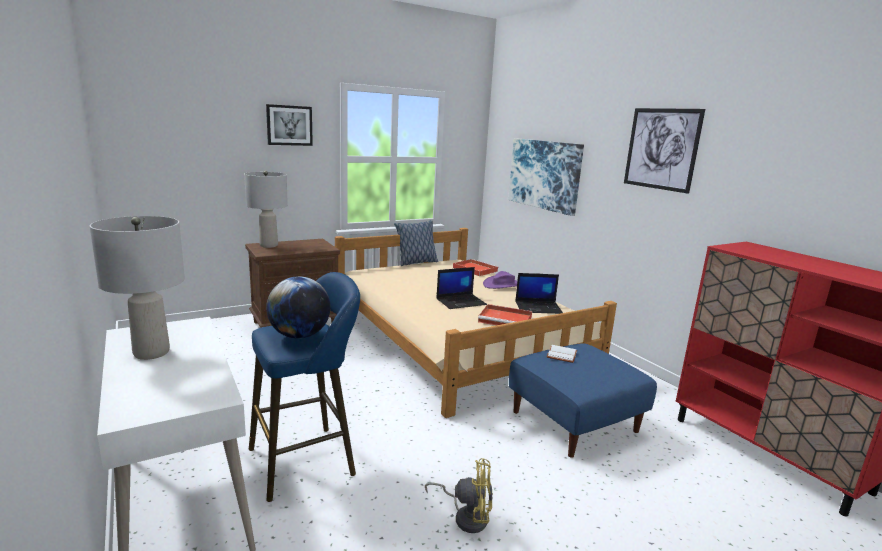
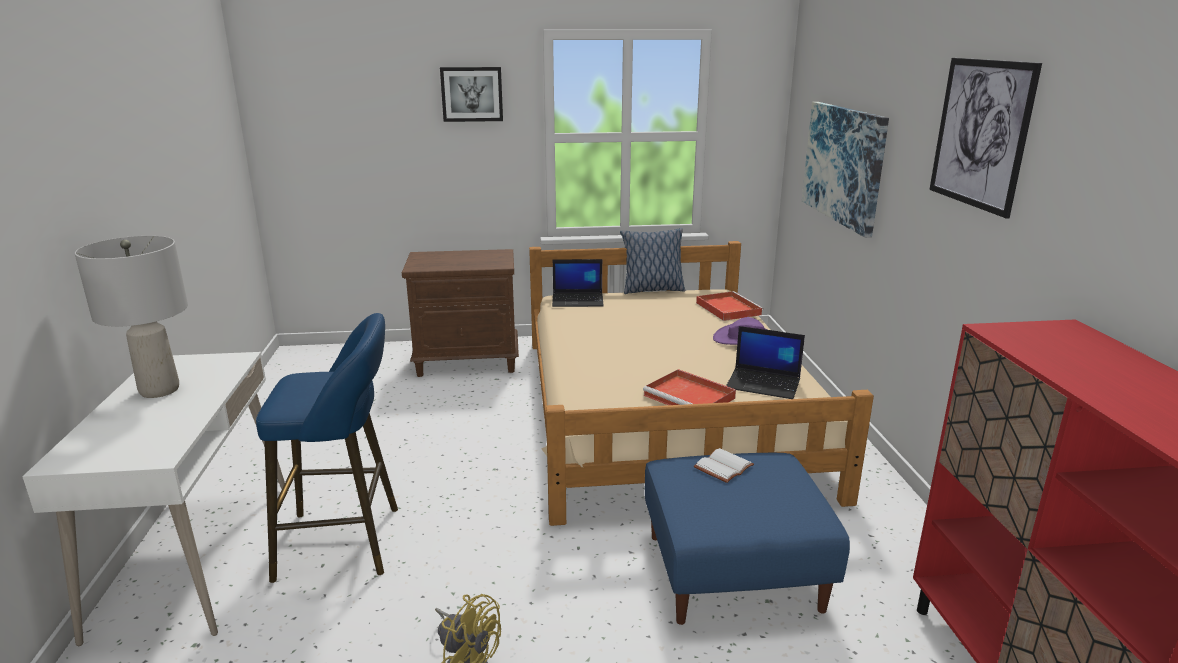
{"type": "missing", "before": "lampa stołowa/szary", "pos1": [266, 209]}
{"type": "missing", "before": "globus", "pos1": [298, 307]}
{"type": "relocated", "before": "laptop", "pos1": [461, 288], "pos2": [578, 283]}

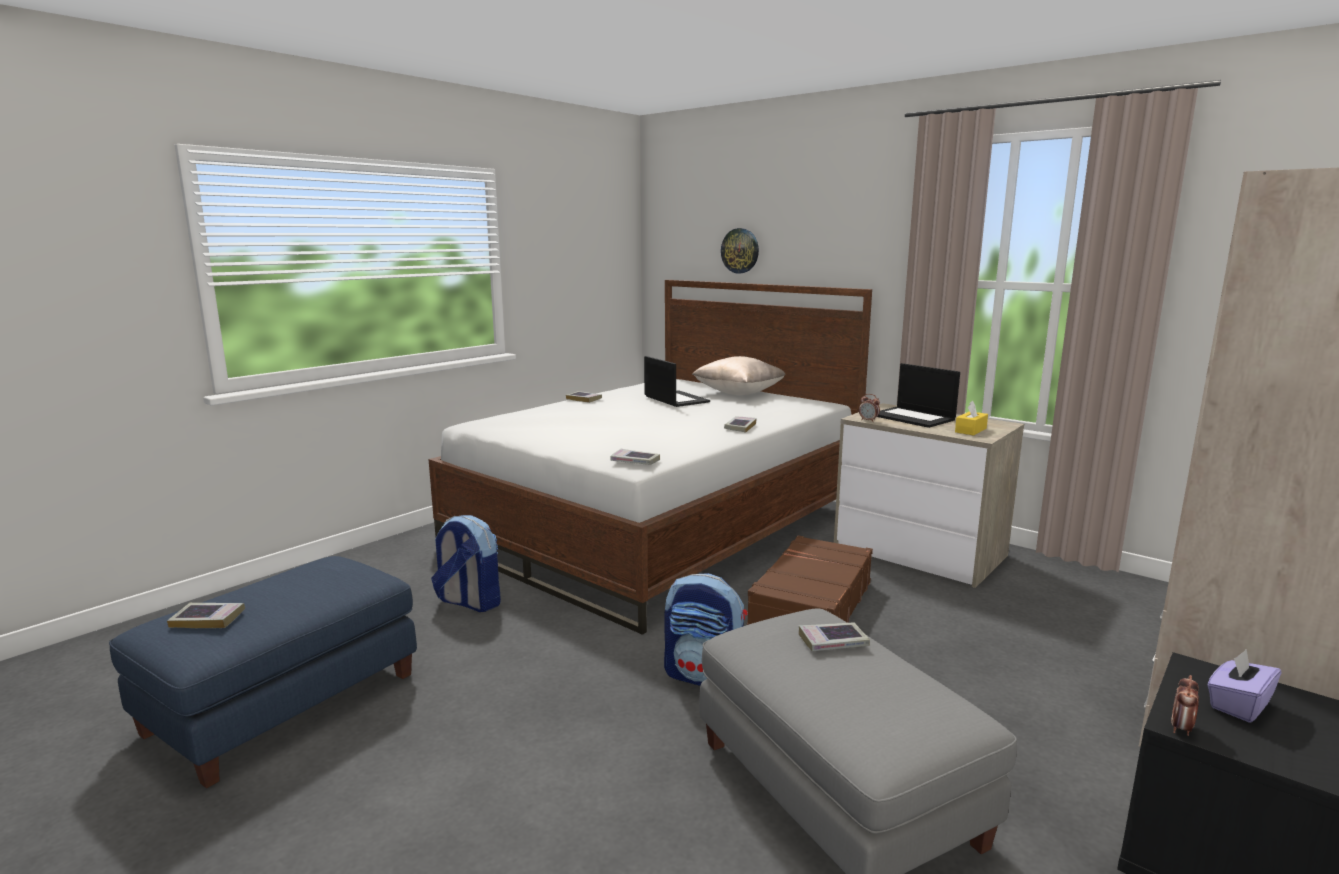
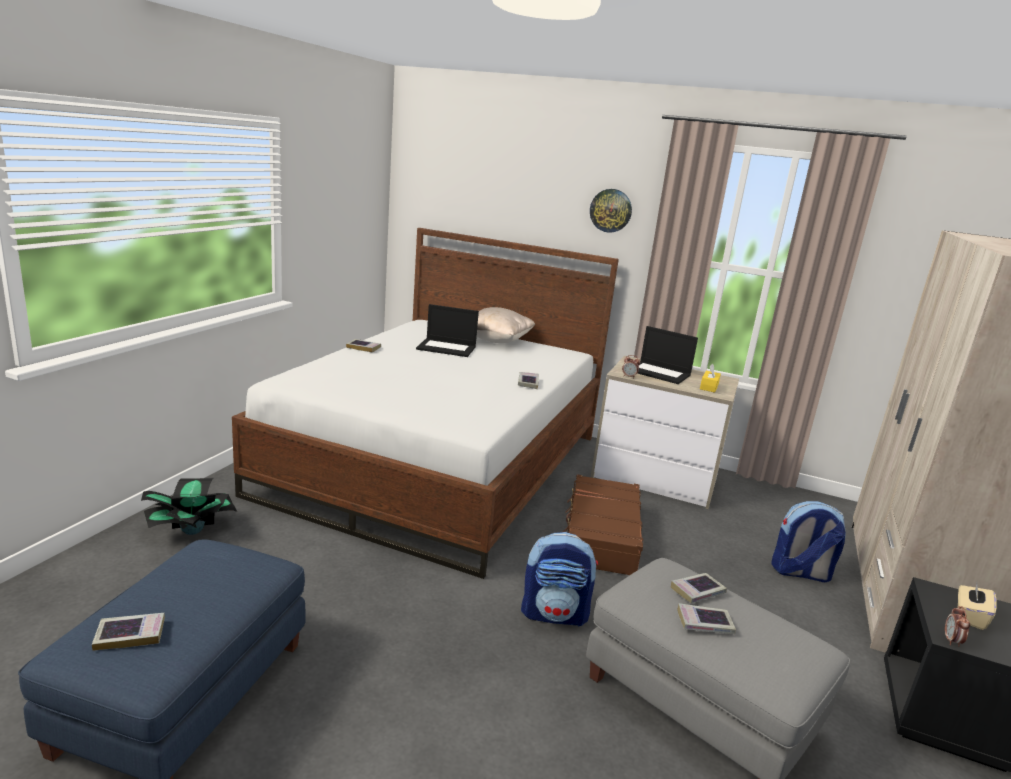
{"type": "appeared", "after": "roślina doniczkowa", "pos2": [189, 506]}
{"type": "relocated", "before": "plecak", "pos1": [466, 563], "pos2": [808, 541]}
{"type": "relocated", "before": "książka", "pos1": [635, 457], "pos2": [706, 618]}
{"type": "relocated", "before": "zegar ścienny", "pos1": [740, 250], "pos2": [611, 211]}
{"type": "colour", "before": "pudełko chusteczek/fioletowy", "after": "pudełko chusteczek/beżowy", "pos1": [1244, 686], "pos2": [977, 607]}
{"type": "spun", "before": "laptop", "pos1": [677, 381], "pos2": [447, 330], "turn": 150}

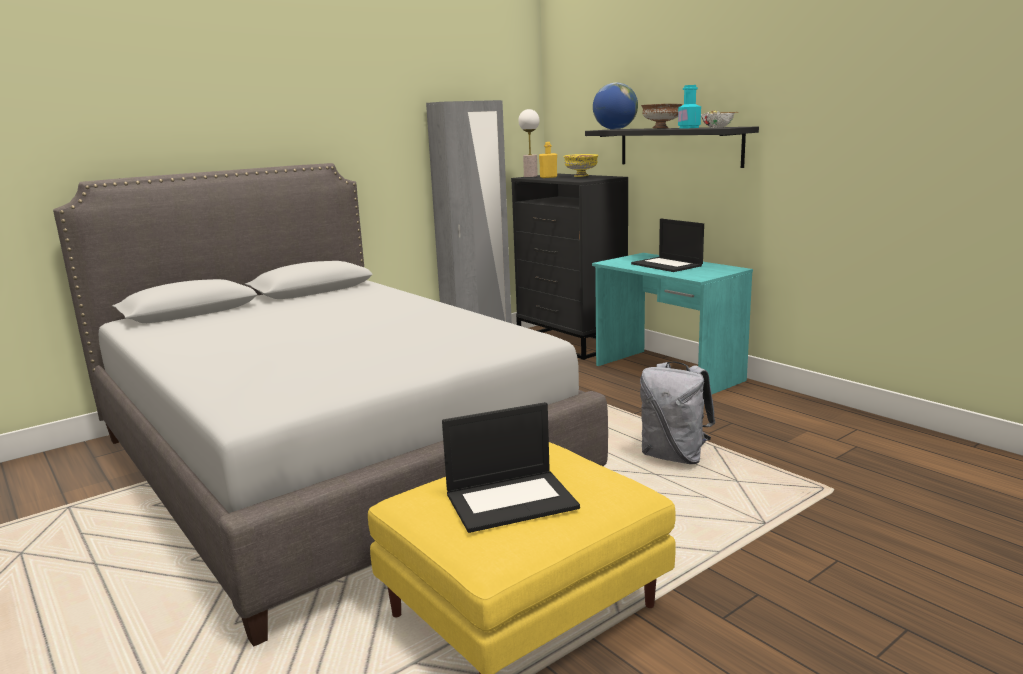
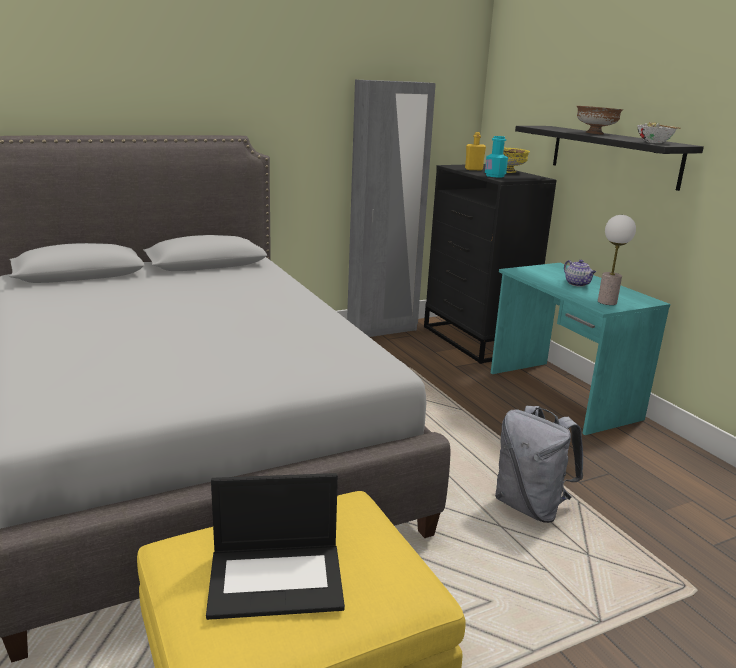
{"type": "missing", "before": "globus", "pos1": [615, 106]}
{"type": "relocated", "before": "lampa stołowa", "pos1": [529, 143], "pos2": [617, 260]}
{"type": "relocated", "before": "butelka/turkusowy", "pos1": [689, 107], "pos2": [496, 156]}
{"type": "exchanged", "before": "laptop", "after": "imbryk", "pos1": [667, 245], "pos2": [580, 273]}

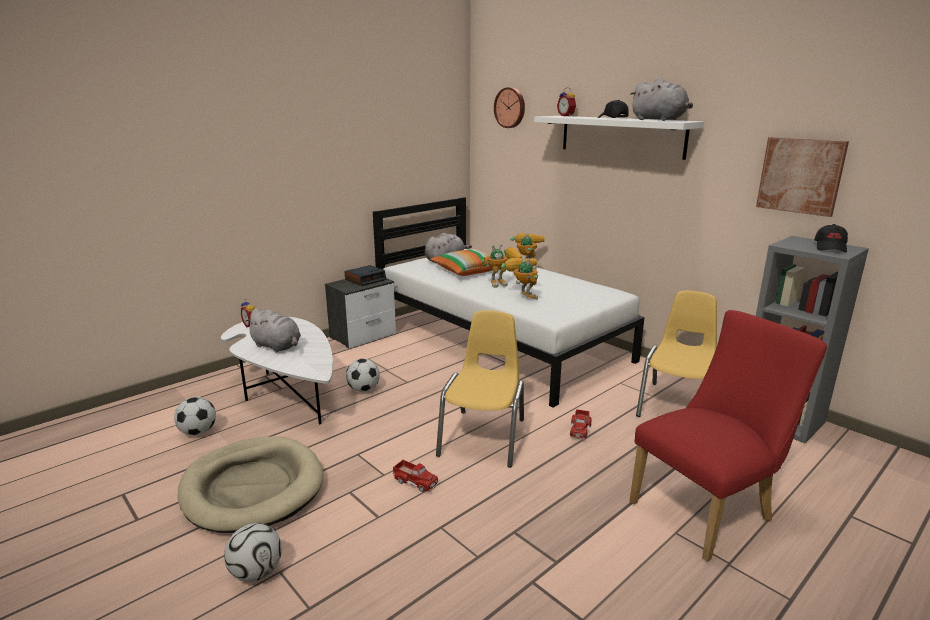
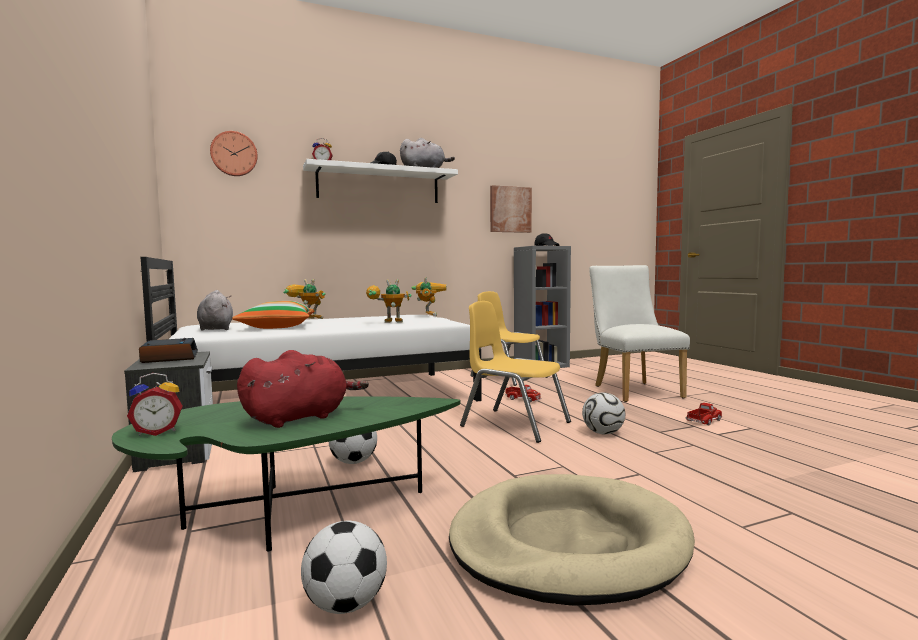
{"type": "relocated", "before": "piłka futbolowa", "pos1": [253, 552], "pos2": [603, 413]}
{"type": "relocated", "before": "ciężarówka zabawkowa", "pos1": [416, 476], "pos2": [704, 414]}
{"type": "relocated", "before": "robot zabawkowy", "pos1": [502, 266], "pos2": [429, 296]}
{"type": "colour", "before": "ława/biały", "after": "ława/zielony", "pos1": [277, 370], "pos2": [286, 474]}
{"type": "colour", "before": "pluszak/szary", "after": "pluszak/czerwony", "pos1": [273, 330], "pos2": [303, 389]}
{"type": "colour", "before": "krzesło/czerwony", "after": "krzesło/biały", "pos1": [728, 436], "pos2": [639, 333]}

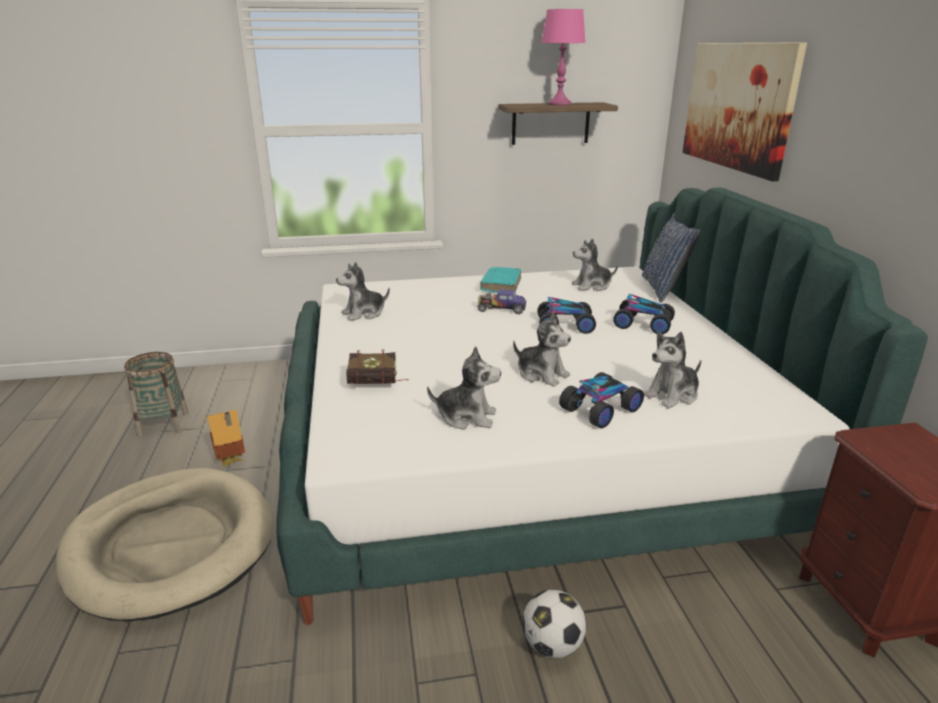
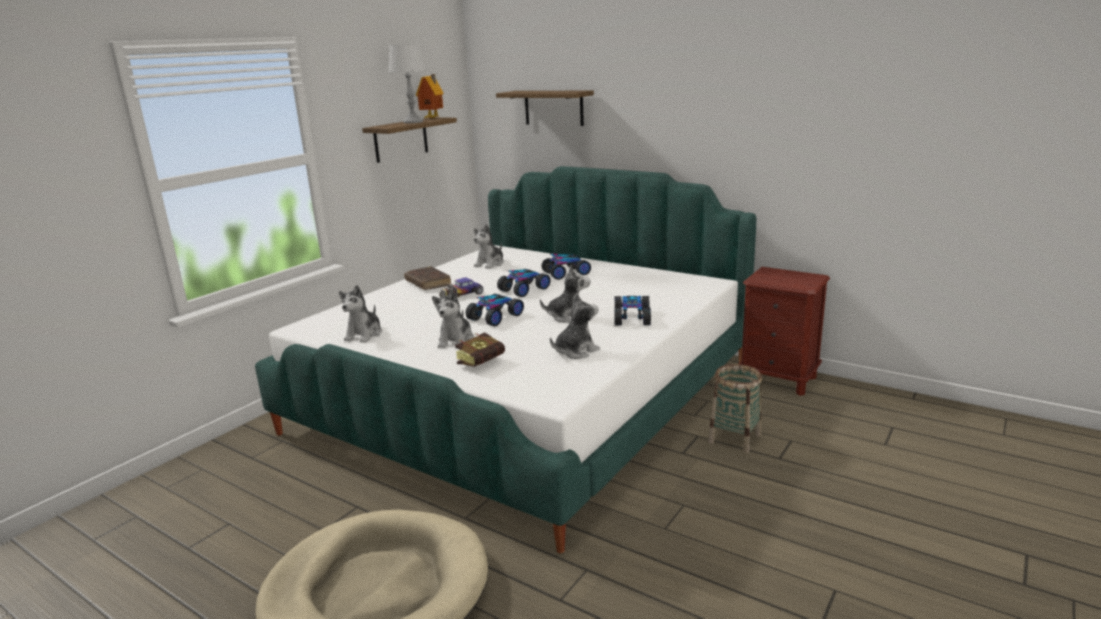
{"type": "missing", "before": "piłka futbolowa", "pos1": [554, 624]}
{"type": "missing", "before": "poduszka/niebieski", "pos1": [671, 258]}
{"type": "appeared", "after": "samochodzik", "pos2": [495, 310]}
{"type": "relocated", "before": "koszyk", "pos1": [156, 394], "pos2": [735, 408]}
{"type": "relocated", "before": "domek", "pos1": [226, 438], "pos2": [430, 96]}
{"type": "relocated", "before": "pluszak", "pos1": [672, 370], "pos2": [453, 319]}
{"type": "exchanged", "before": "obraz", "after": "półka", "pos1": [744, 111], "pos2": [545, 108]}
{"type": "colour", "before": "książka/turkusowy", "after": "książka/brązowy", "pos1": [500, 280], "pos2": [427, 278]}
{"type": "colour", "before": "lampa stołowa/różowy", "after": "lampa stołowa/szary", "pos1": [563, 57], "pos2": [408, 83]}

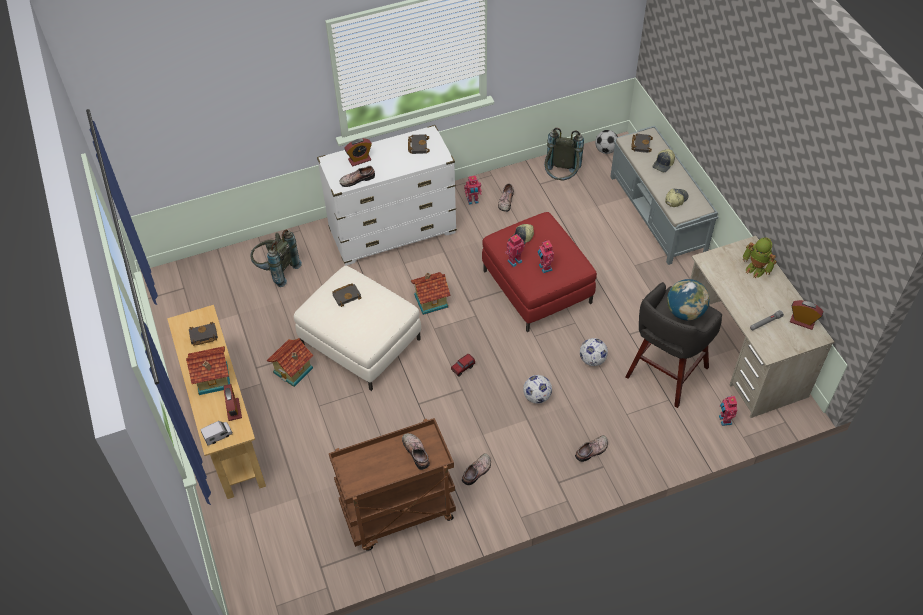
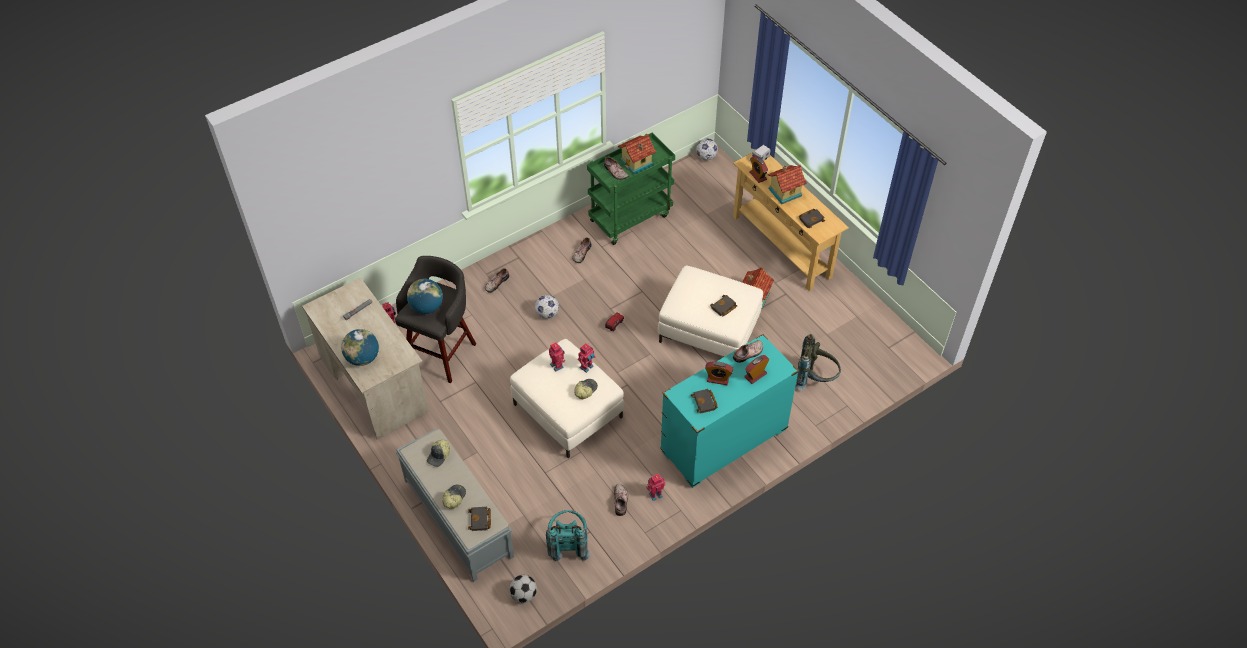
{"type": "relocated", "before": "domek", "pos1": [431, 293], "pos2": [637, 154]}
{"type": "relocated", "before": "piłka futbolowa", "pos1": [594, 352], "pos2": [707, 149]}
{"type": "relocated", "before": "budzik", "pos1": [806, 315], "pos2": [719, 373]}
{"type": "exchanged", "before": "robot zabawkowy", "after": "globus", "pos1": [760, 257], "pos2": [360, 347]}
{"type": "colour", "before": "komoda/biały", "after": "komoda/turkusowy", "pos1": [387, 195], "pos2": [729, 411]}
{"type": "colour", "before": "wózek/brązowy", "after": "wózek/zielony", "pos1": [392, 484], "pos2": [631, 189]}
{"type": "colour", "before": "pufa/czerwony", "after": "pufa/biały", "pos1": [539, 272], "pos2": [567, 398]}
{"type": "colour", "before": "plecak/szary", "after": "plecak/turkusowy", "pos1": [564, 154], "pos2": [568, 535]}

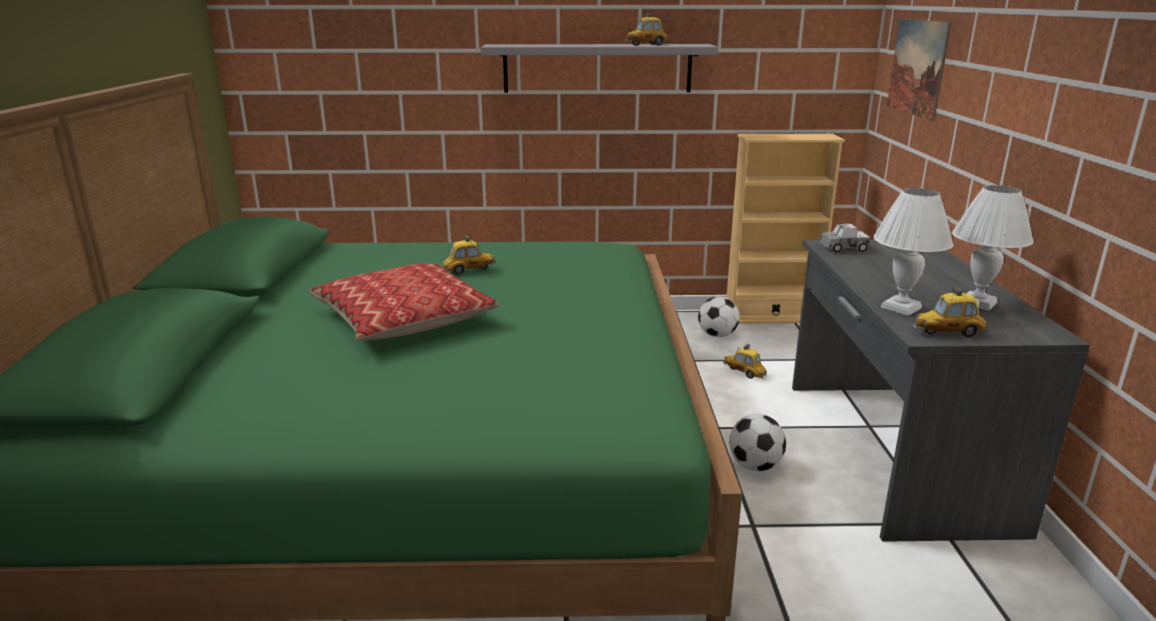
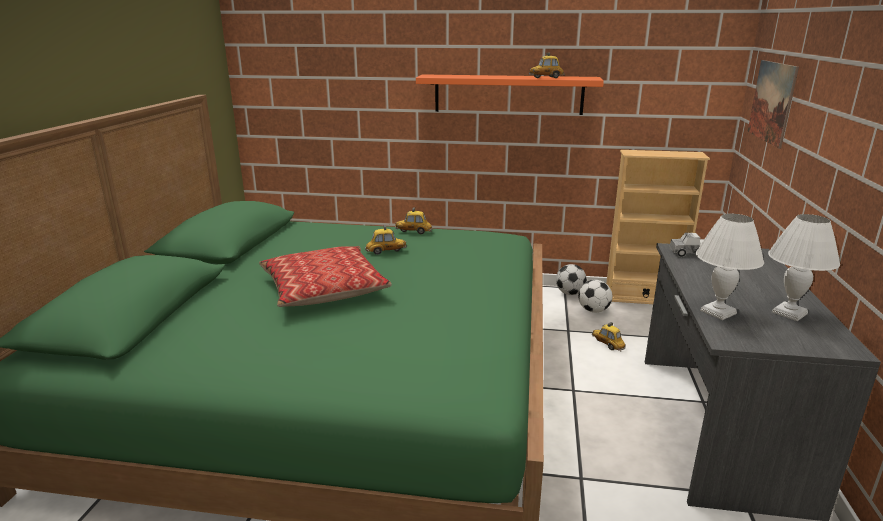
{"type": "relocated", "before": "piłka futbolowa", "pos1": [757, 442], "pos2": [571, 279]}
{"type": "relocated", "before": "samochodzik", "pos1": [951, 312], "pos2": [414, 220]}
{"type": "colour", "before": "półka/szary", "after": "półka/pomarańczowy", "pos1": [599, 68], "pos2": [510, 94]}

